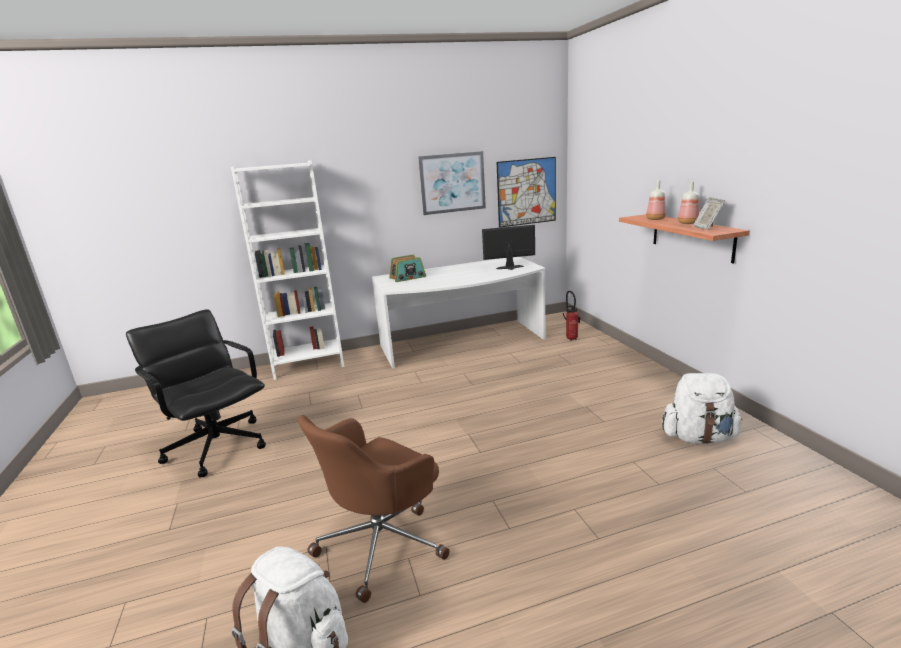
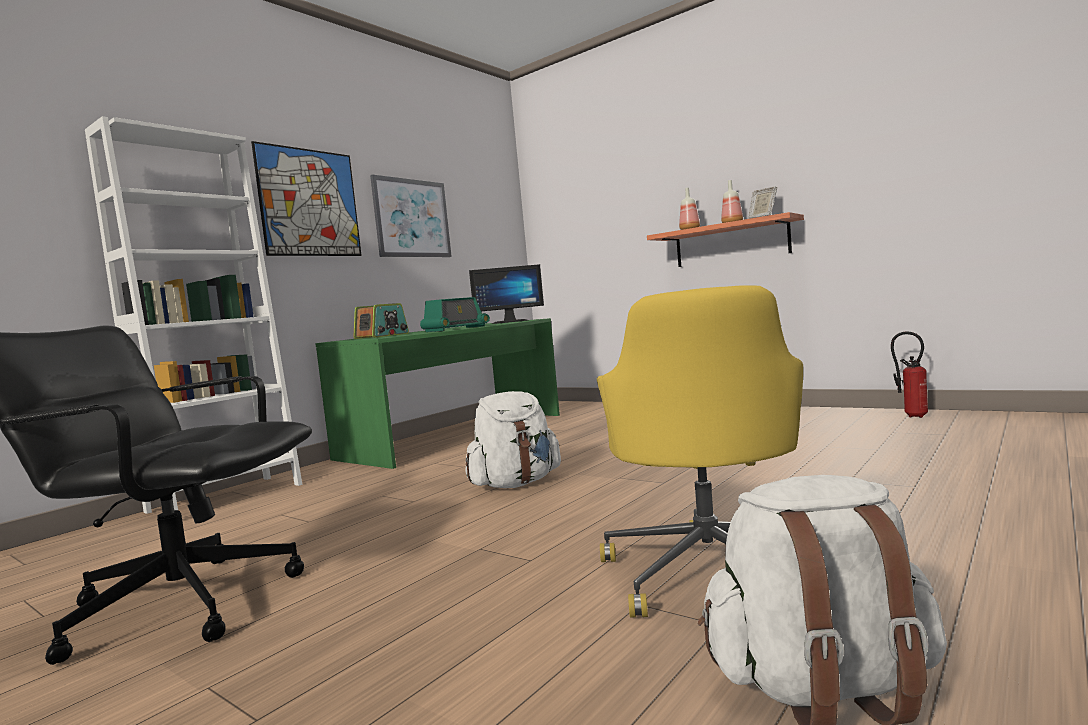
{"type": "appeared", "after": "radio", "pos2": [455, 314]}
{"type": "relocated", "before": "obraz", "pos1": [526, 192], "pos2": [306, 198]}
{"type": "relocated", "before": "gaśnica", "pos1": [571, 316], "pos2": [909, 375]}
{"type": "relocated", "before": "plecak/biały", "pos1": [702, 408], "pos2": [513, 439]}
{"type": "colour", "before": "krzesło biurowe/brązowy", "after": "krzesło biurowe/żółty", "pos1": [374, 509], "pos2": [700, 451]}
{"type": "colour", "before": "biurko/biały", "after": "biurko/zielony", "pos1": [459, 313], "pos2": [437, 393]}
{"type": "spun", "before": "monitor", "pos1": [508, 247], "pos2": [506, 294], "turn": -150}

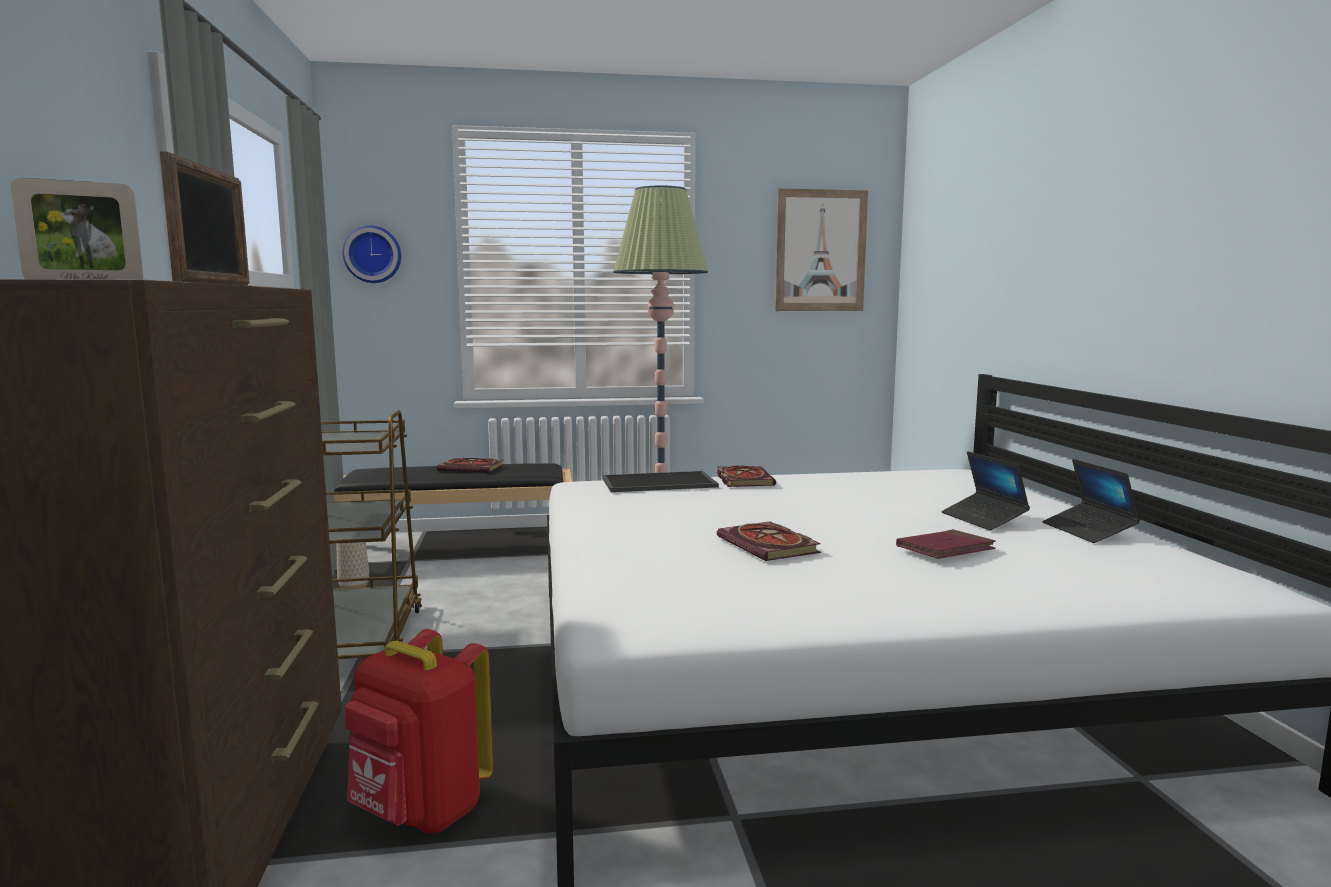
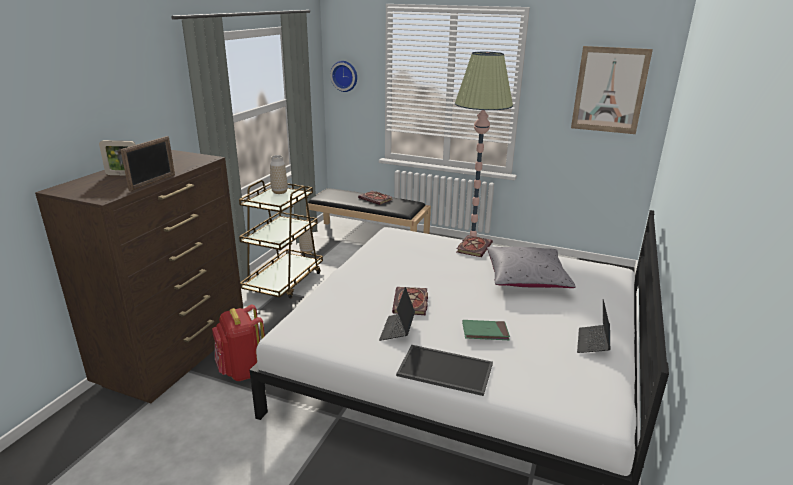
{"type": "appeared", "after": "wazon", "pos2": [279, 174]}
{"type": "appeared", "after": "poduszka/szary", "pos2": [531, 267]}
{"type": "relocated", "before": "taca", "pos1": [660, 481], "pos2": [444, 370]}
{"type": "relocated", "before": "laptop", "pos1": [985, 491], "pos2": [397, 314]}
{"type": "colour", "before": "książka/czerwony", "after": "książka/zielony", "pos1": [946, 544], "pos2": [486, 330]}

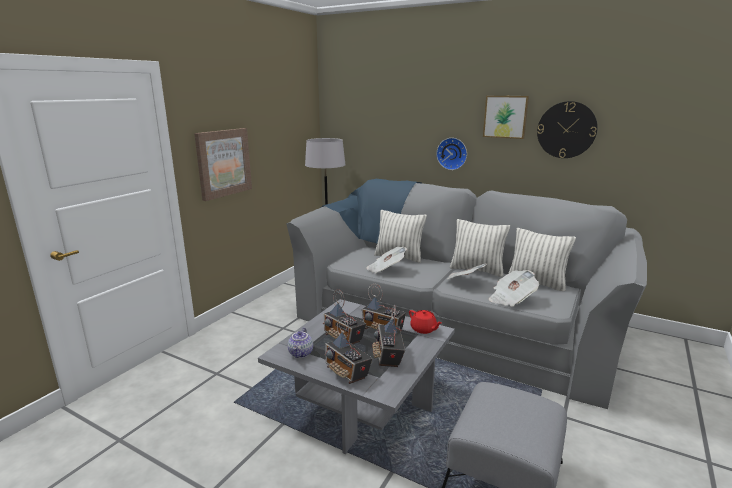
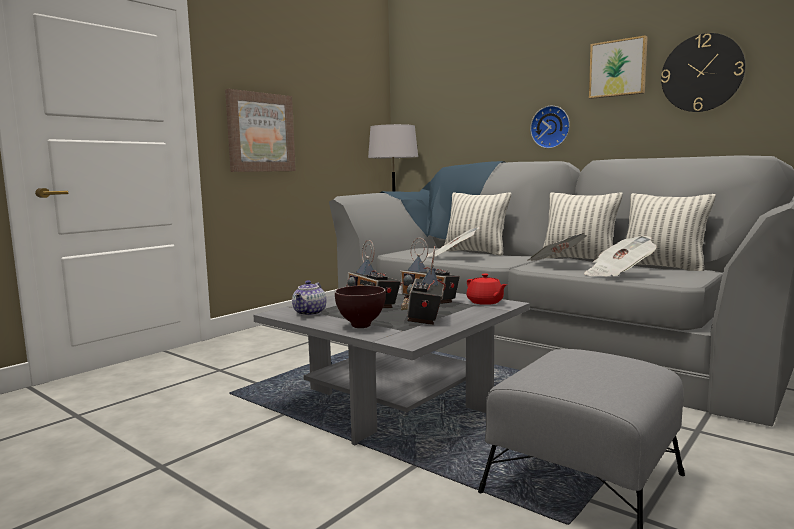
{"type": "exchanged", "before": "radio", "after": "miska/brązowy", "pos1": [348, 350], "pos2": [360, 306]}

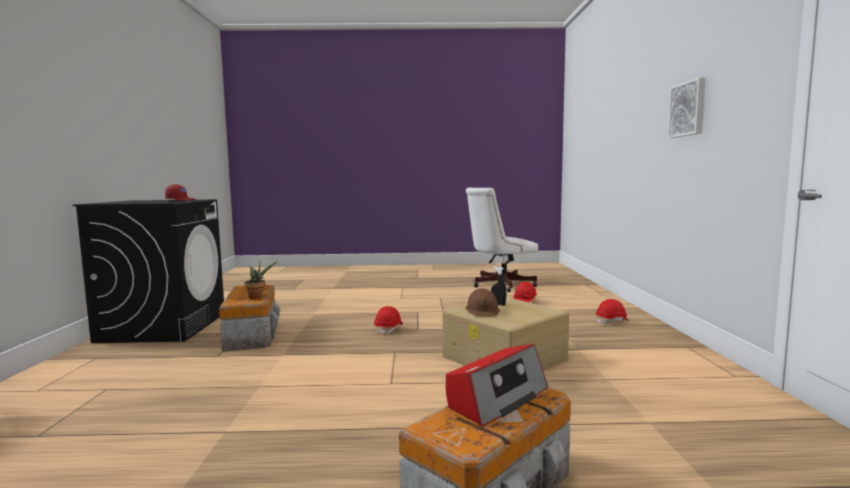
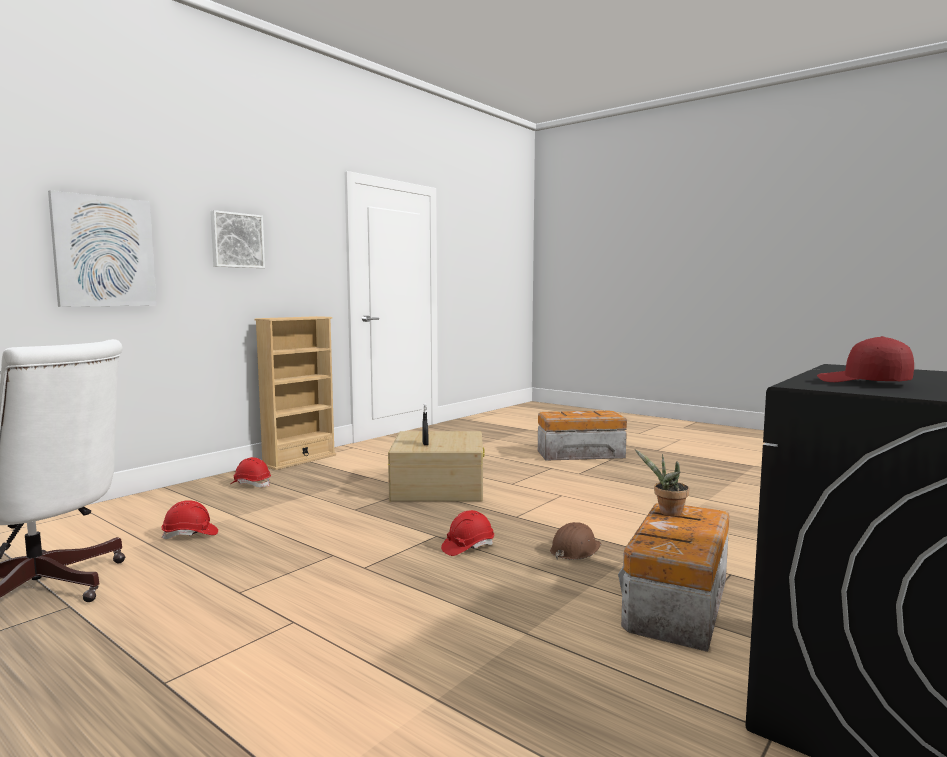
{"type": "missing", "before": "radio", "pos1": [497, 385]}
{"type": "appeared", "after": "obraz", "pos2": [102, 248]}
{"type": "appeared", "after": "regał/beżowy", "pos2": [295, 393]}
{"type": "relocated", "before": "kask/brązowy", "pos1": [483, 302], "pos2": [575, 541]}

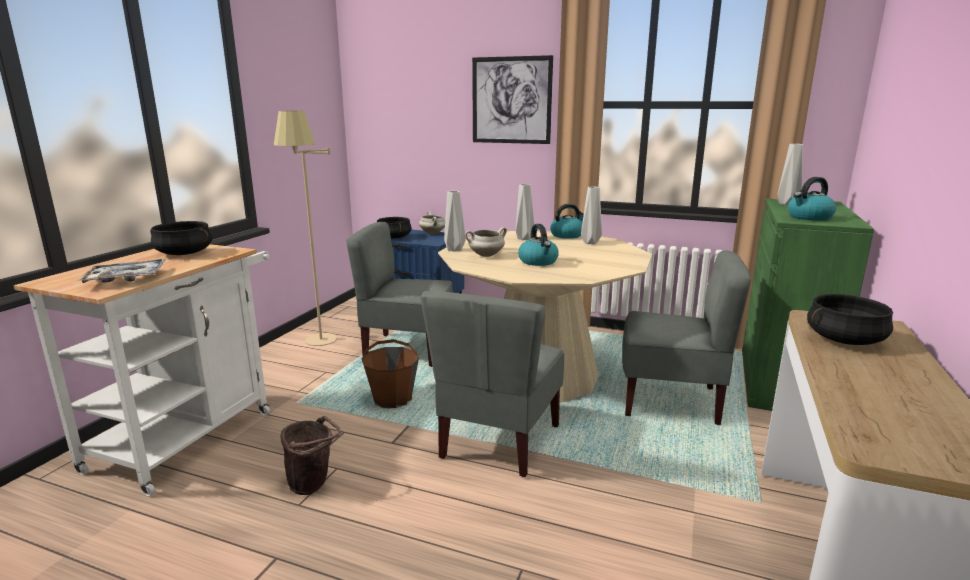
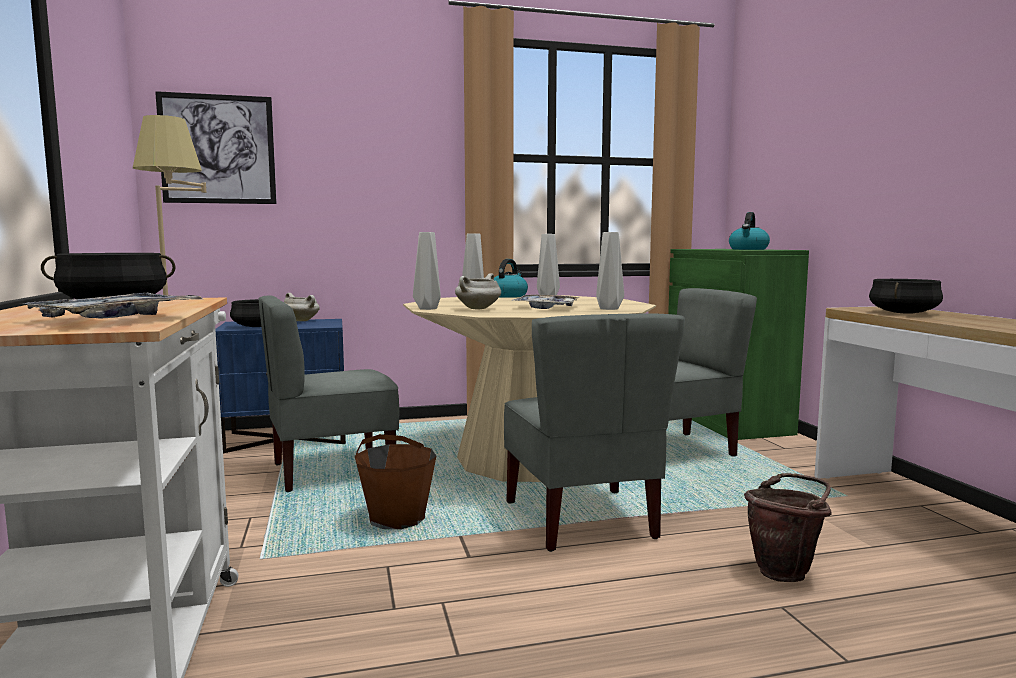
{"type": "relocated", "before": "wiadro/brązowy", "pos1": [310, 455], "pos2": [787, 527]}
{"type": "relocated", "before": "obraz", "pos1": [512, 99], "pos2": [216, 147]}
{"type": "relocated", "before": "wazon/szary", "pos1": [790, 174], "pos2": [610, 271]}
{"type": "exchanged", "before": "czajnik", "after": "taca", "pos1": [538, 245], "pos2": [545, 302]}

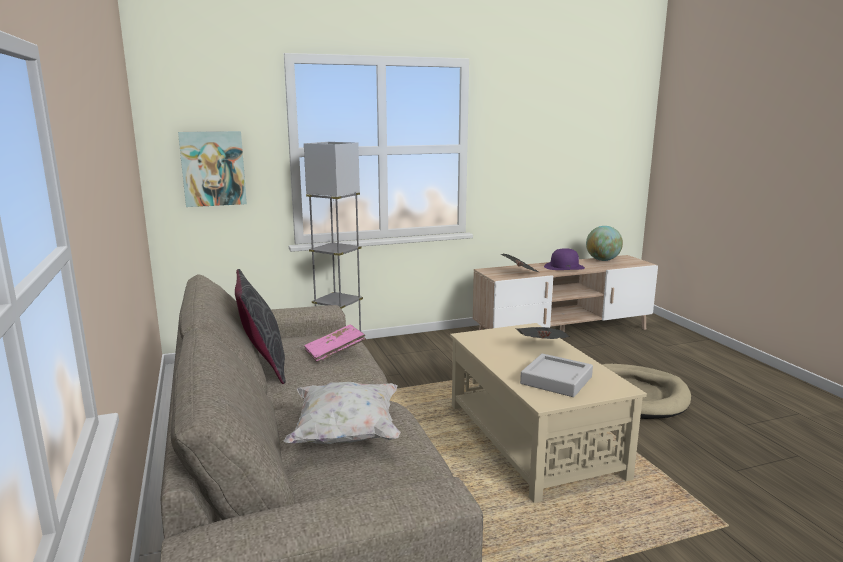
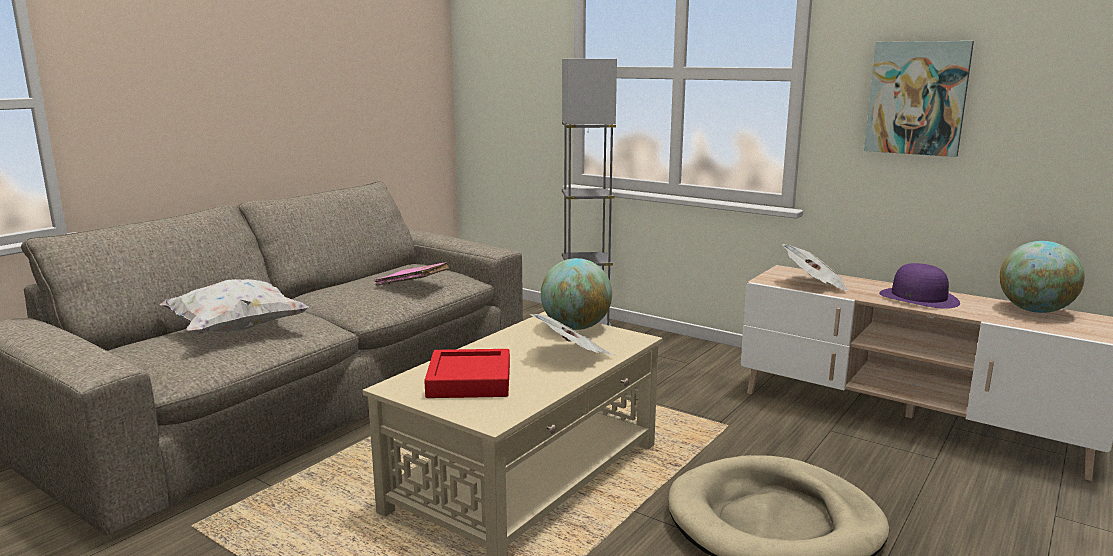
{"type": "missing", "before": "poduszka/szary", "pos1": [260, 326]}
{"type": "appeared", "after": "globus", "pos2": [576, 294]}
{"type": "relocated", "before": "obraz", "pos1": [212, 169], "pos2": [919, 99]}
{"type": "colour", "before": "taca/szary", "after": "taca/czerwony", "pos1": [556, 375], "pos2": [467, 373]}

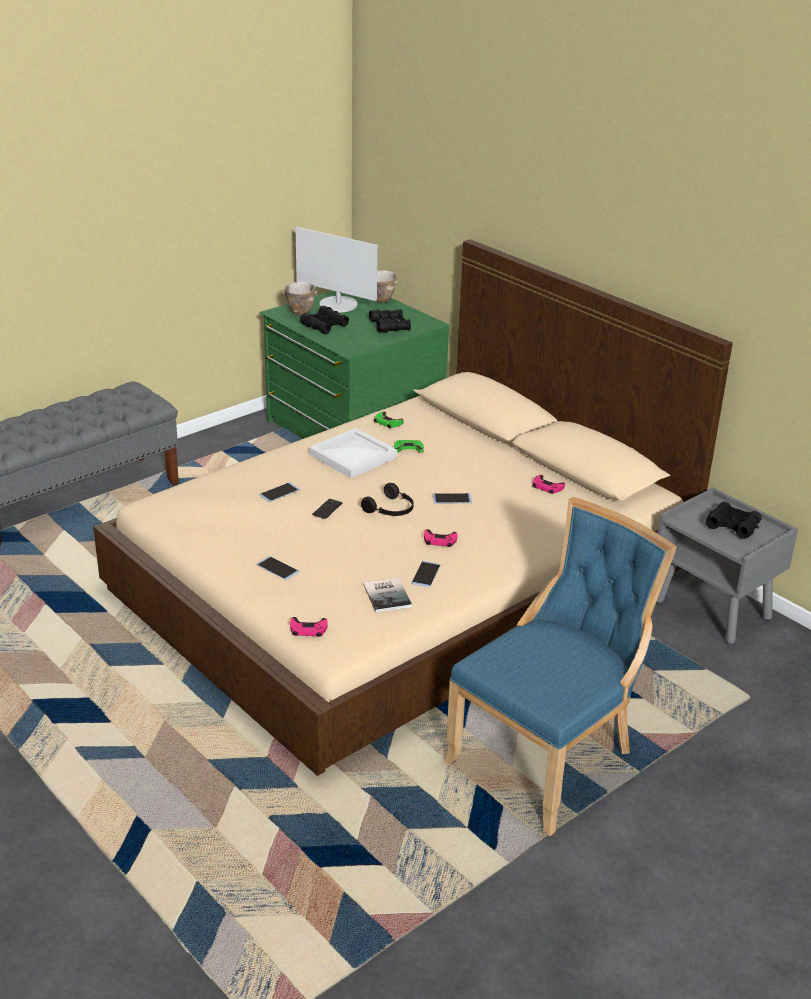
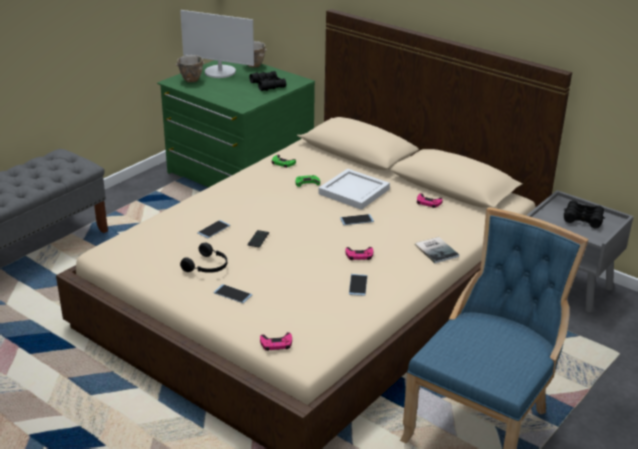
{"type": "missing", "before": "lornetka/czarny", "pos1": [324, 320]}
{"type": "relocated", "before": "taca/biały", "pos1": [353, 453], "pos2": [354, 189]}
{"type": "relocated", "before": "słuchawki/czarny", "pos1": [387, 499], "pos2": [203, 257]}
{"type": "relocated", "before": "książka", "pos1": [387, 594], "pos2": [437, 250]}

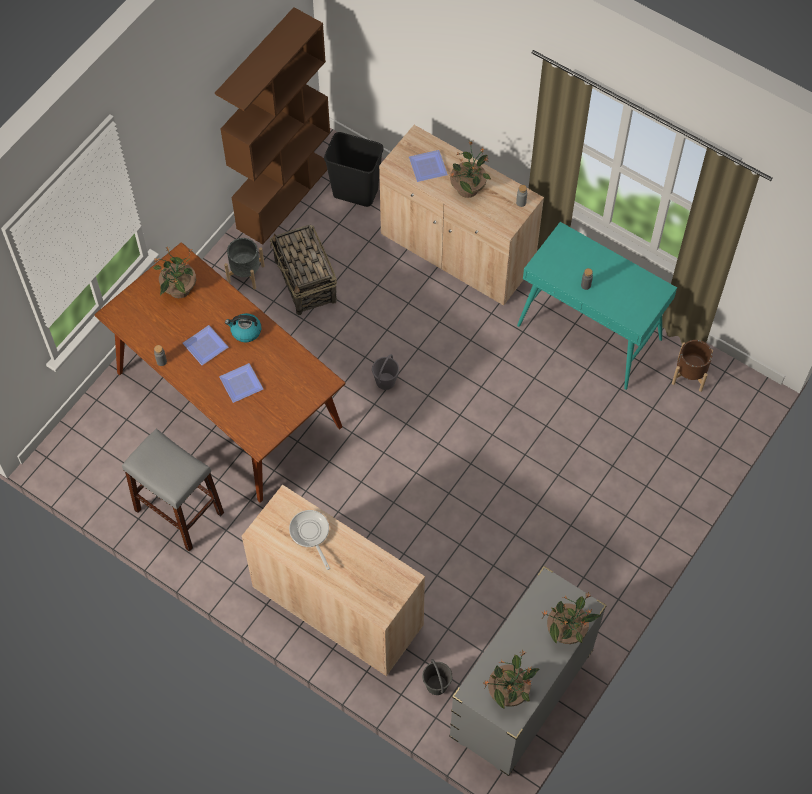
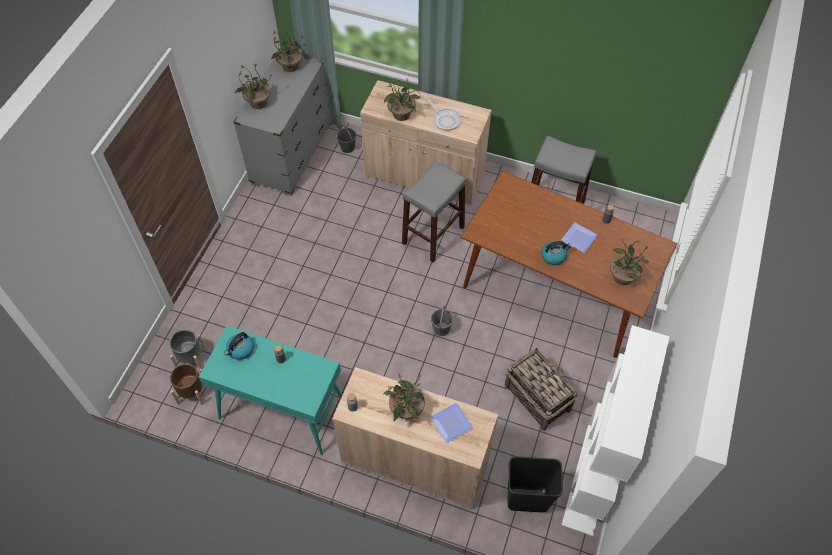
{"type": "missing", "before": "talerz", "pos1": [241, 383]}
{"type": "appeared", "after": "czajnik", "pos2": [239, 346]}
{"type": "appeared", "after": "roślina doniczkowa", "pos2": [402, 99]}
{"type": "appeared", "after": "stołek/szary", "pos2": [434, 212]}
{"type": "relocated", "before": "donica/szary", "pos1": [244, 263], "pos2": [187, 349]}
{"type": "colour", "before": "regał/brązowy", "after": "regał/biały", "pos1": [272, 126], "pos2": [615, 430]}

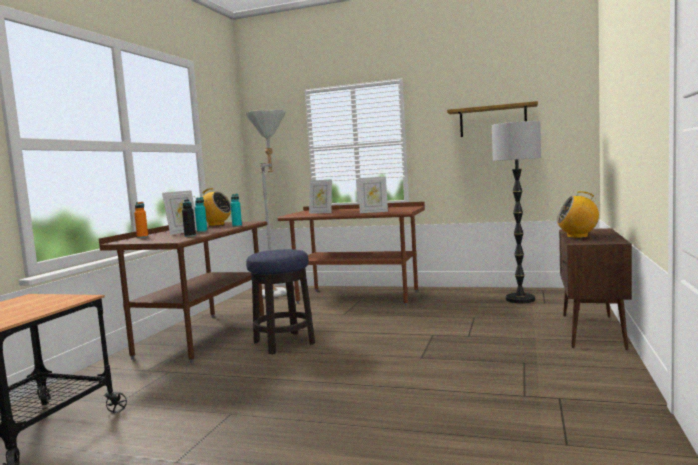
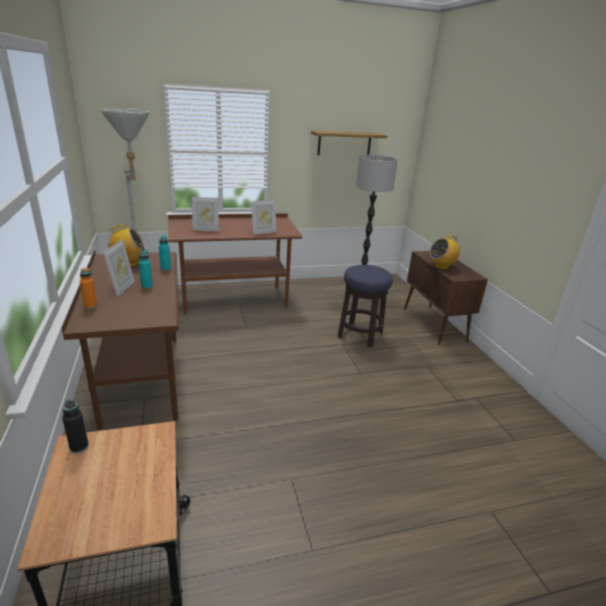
{"type": "relocated", "before": "butelka/czarny", "pos1": [189, 218], "pos2": [75, 426]}
{"type": "relocated", "before": "stołek", "pos1": [280, 301], "pos2": [365, 306]}

